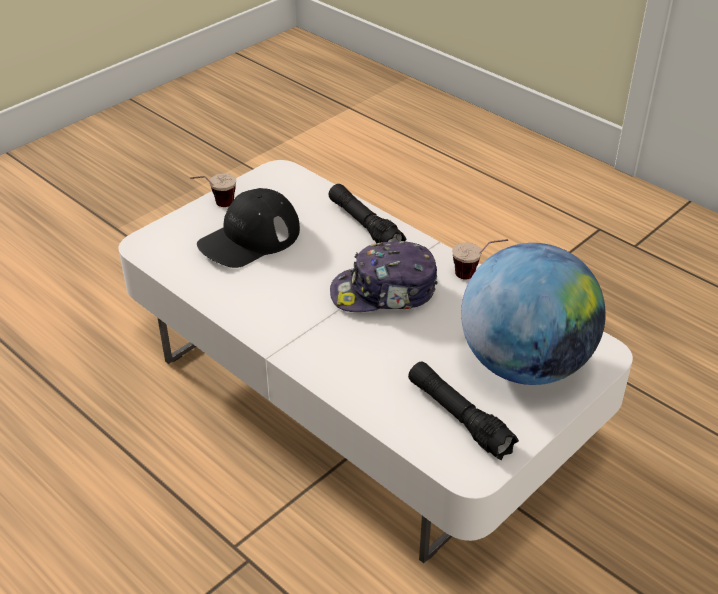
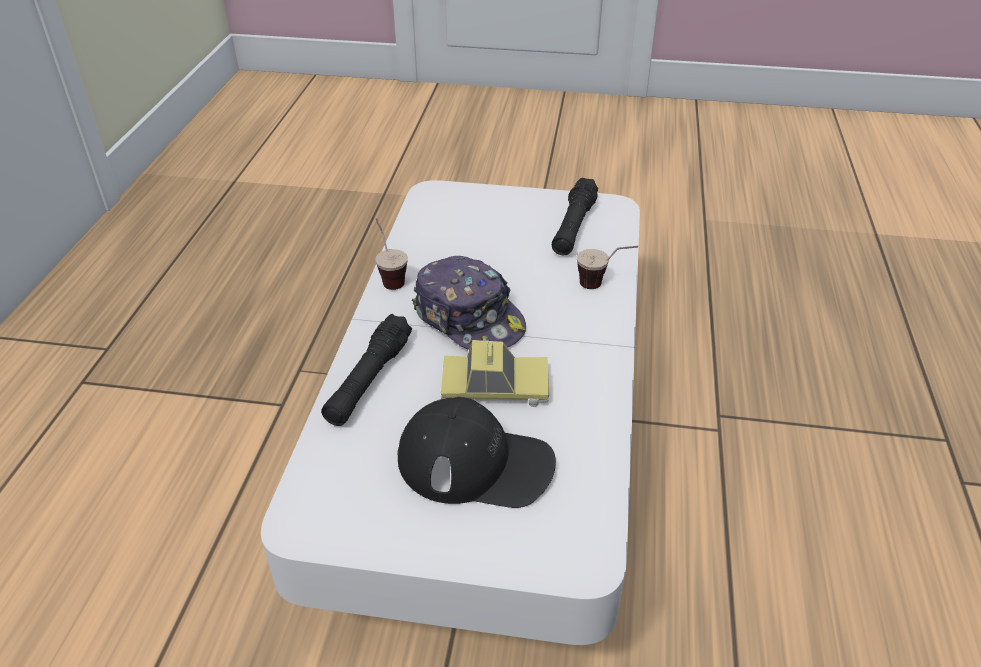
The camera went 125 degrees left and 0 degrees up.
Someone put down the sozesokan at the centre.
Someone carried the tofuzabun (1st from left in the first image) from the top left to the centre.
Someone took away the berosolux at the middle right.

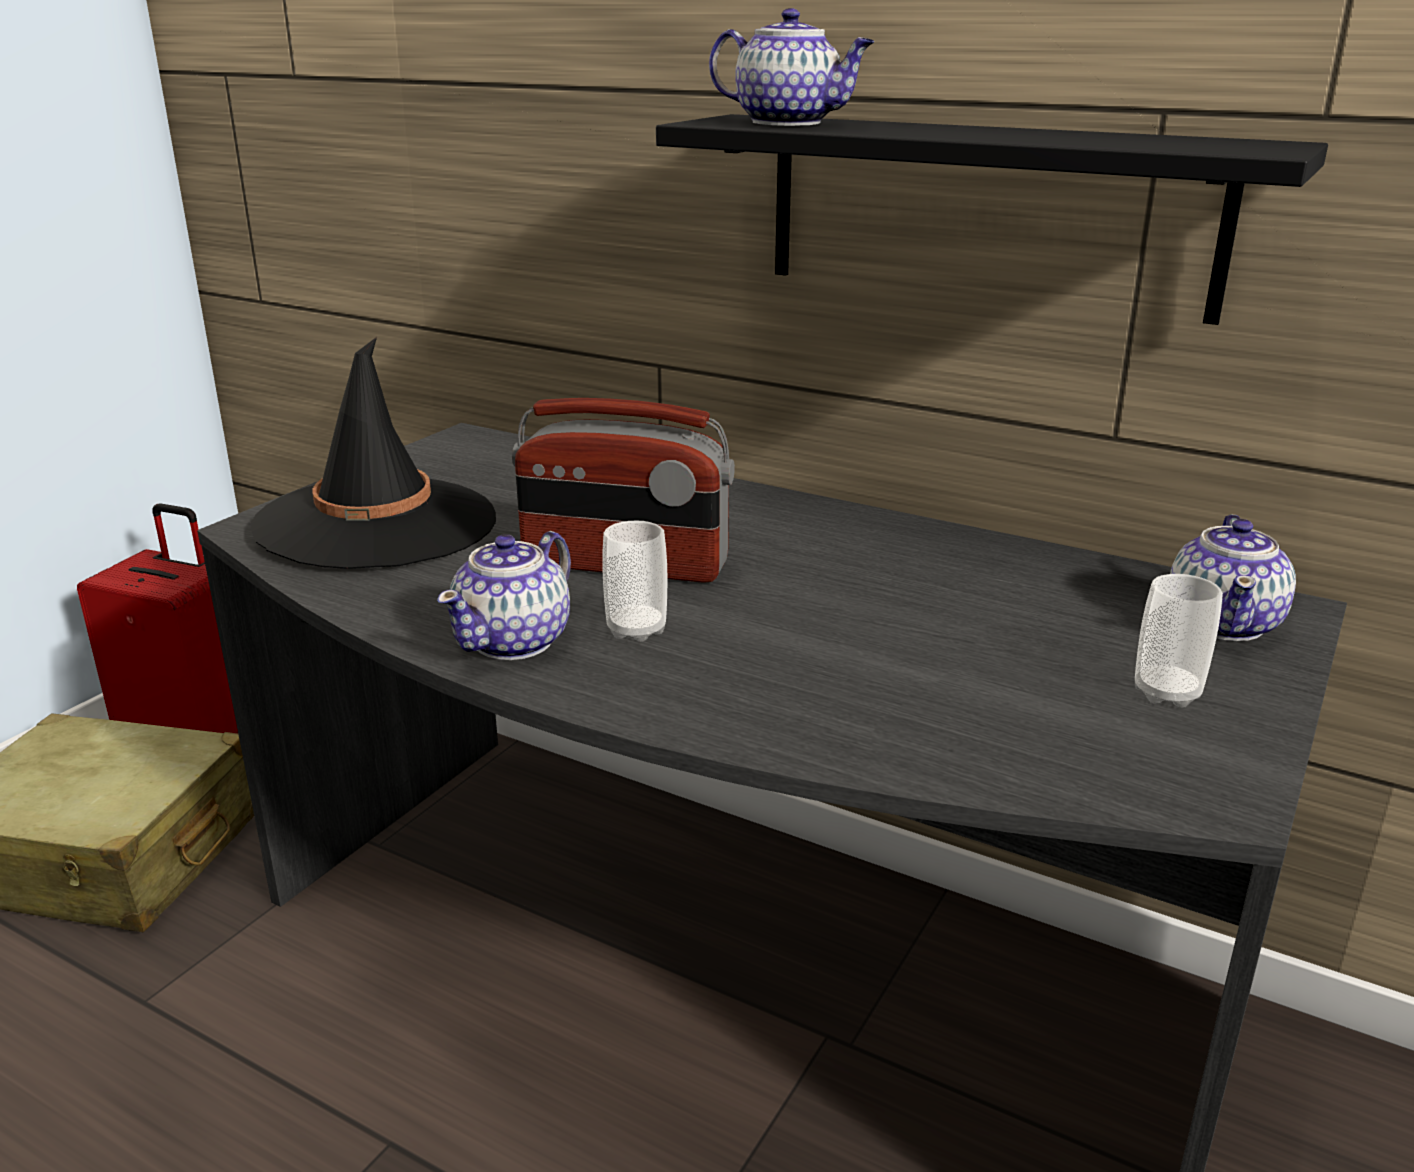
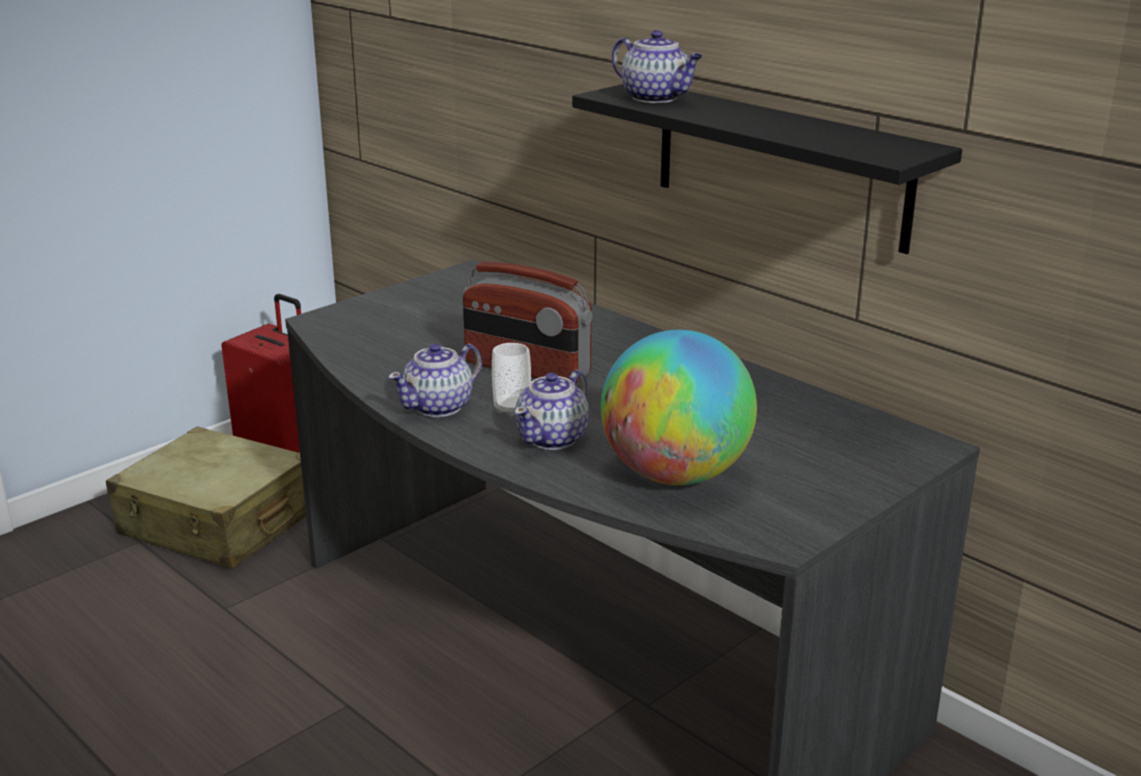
The camera went 15 degrees right and 0 degrees up.
Someone carried the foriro (3rd from left in the first image) from the middle right to the centre.
Someone put down the berosolux at the centre.
Someone took away the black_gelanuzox at the middle left.
Someone took away the tofuzabun (2nd from left) at the middle right.

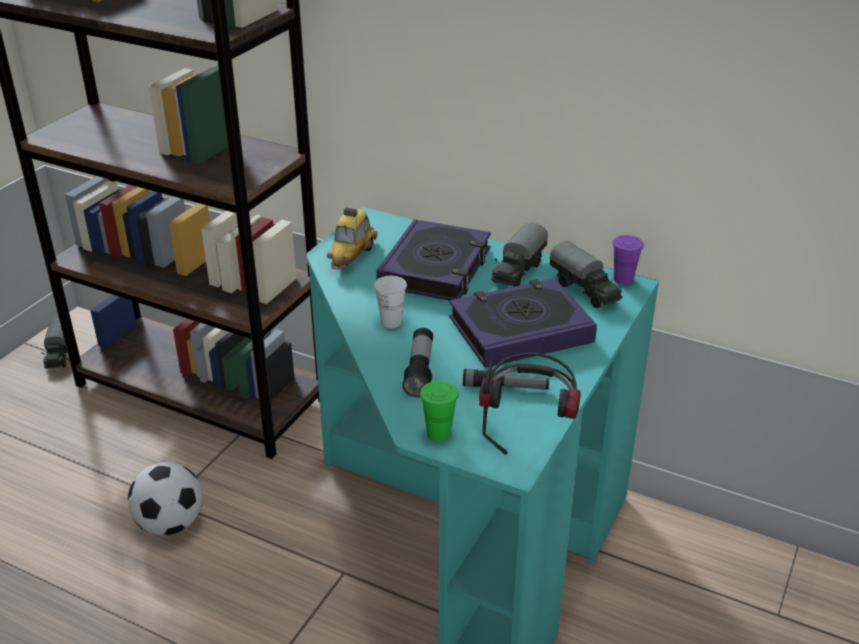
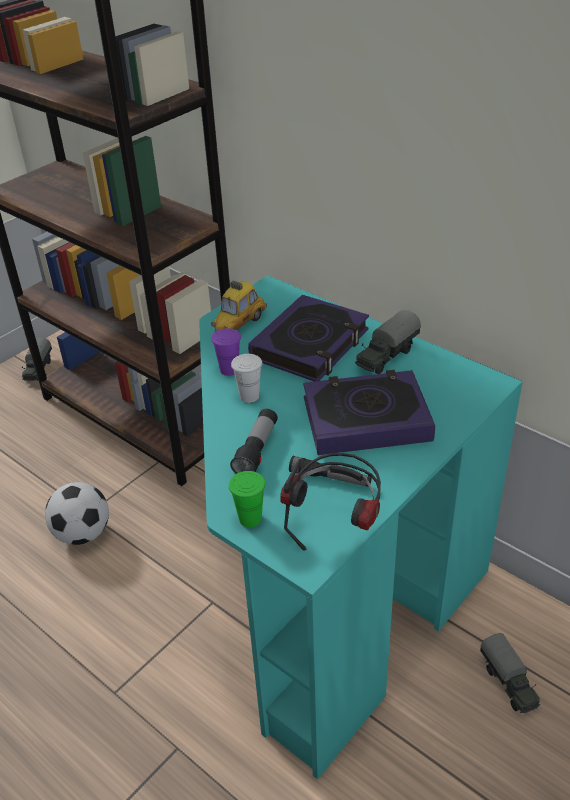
The camera went 15 degrees right and 5 degrees up.
Someone carried the purple_tofuzabun from the middle right to the centre.
Someone carried the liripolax (3rd from left) from the middle right to the bottom right.

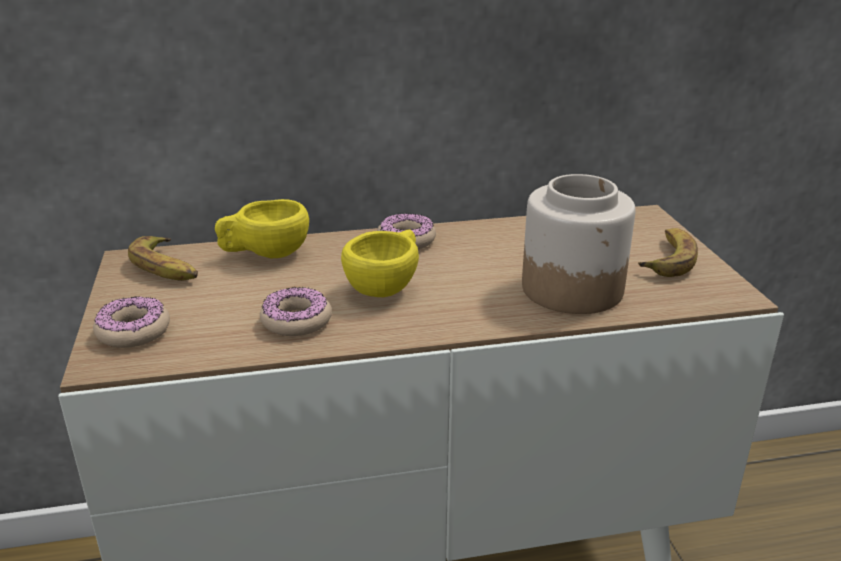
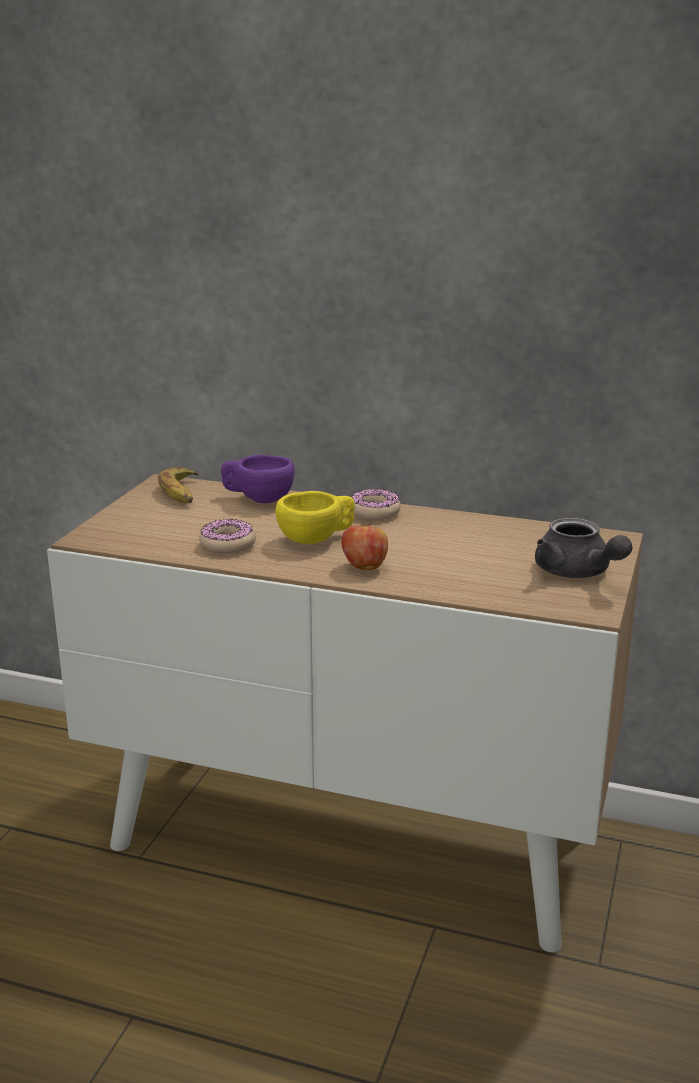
The camera went 30 degrees right and 5 degrees down.
Someone repainted the yellow_tofuzabun (1st from left) at the middle left, which became the purple_tofuzabun at the centre.
Someone put down the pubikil at the centre.
Someone swapped the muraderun (2nd from left) at the middle right for the grey_foriro at the middle right.
Someone took away the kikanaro (1st from left) at the middle left.
Someone took away the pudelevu at the middle right.

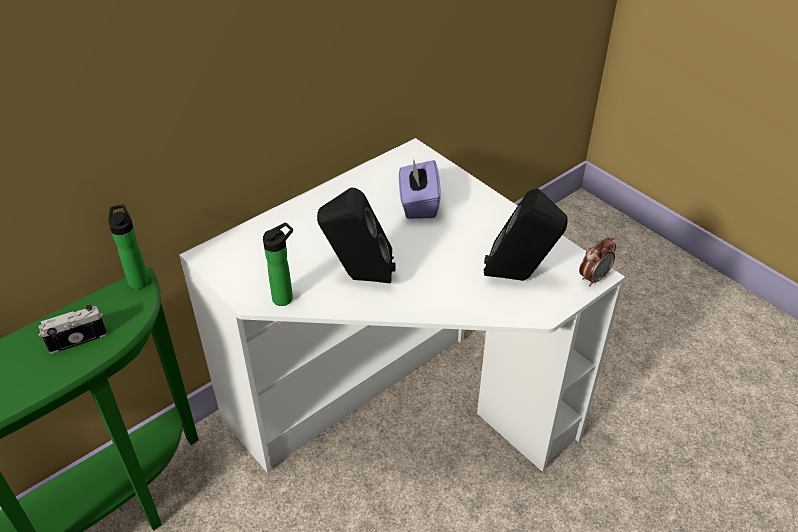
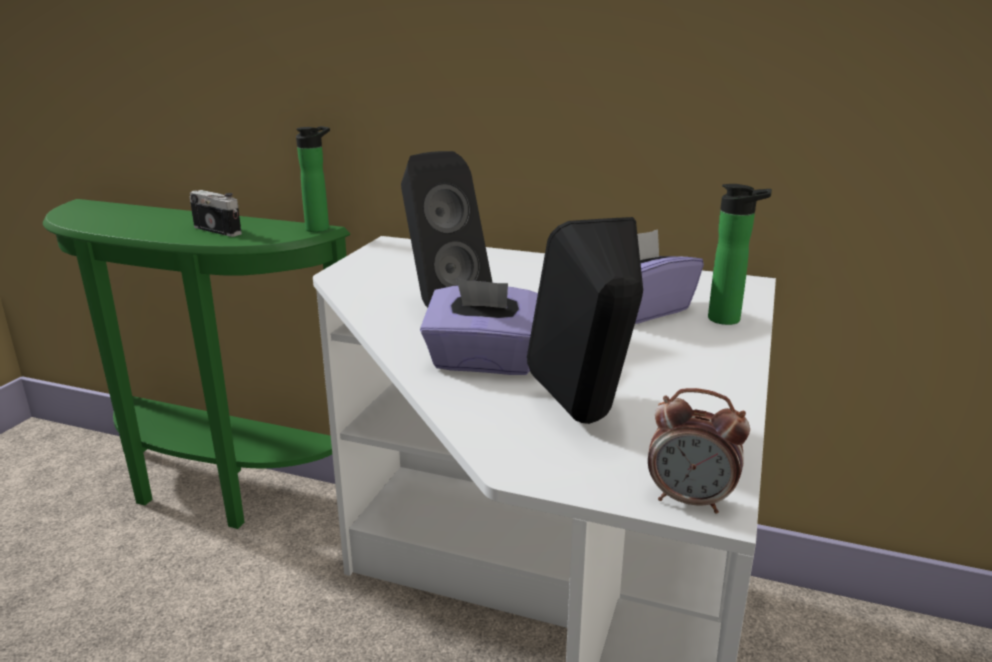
The camera went 60 degrees right and 20 degrees down.
Someone put down the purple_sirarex (1st from left) at the centre.
Someone carried the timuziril (2nd from left) from the centre to the middle right.

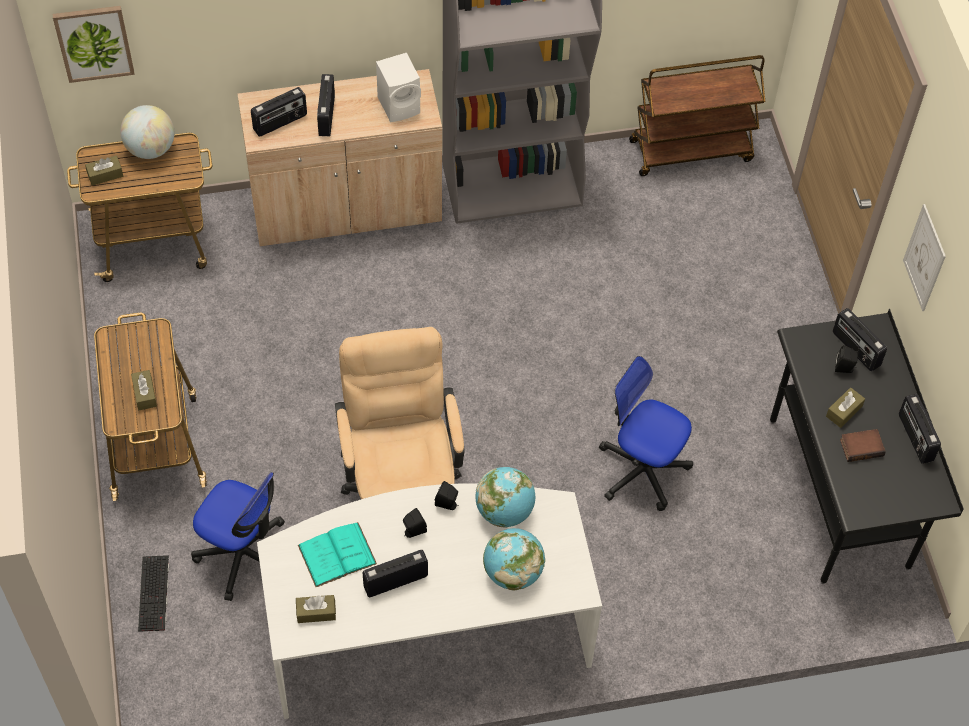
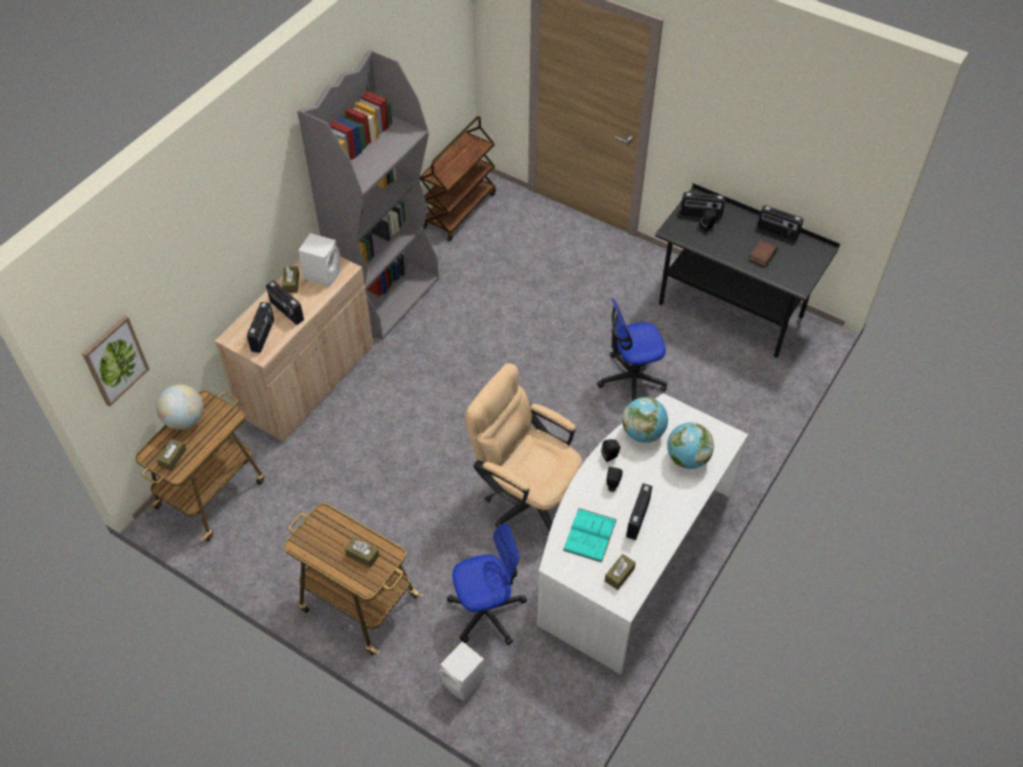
The camera went 45 degrees left and 5 degrees down.
Someone carried the brown_sirarex (4th from left in the first image) from the middle right to the middle left.
Someone swapped the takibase at the bottom left for the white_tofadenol (2nd from left) at the bottom centre.
Someone took away the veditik (2nd from left) at the middle right.

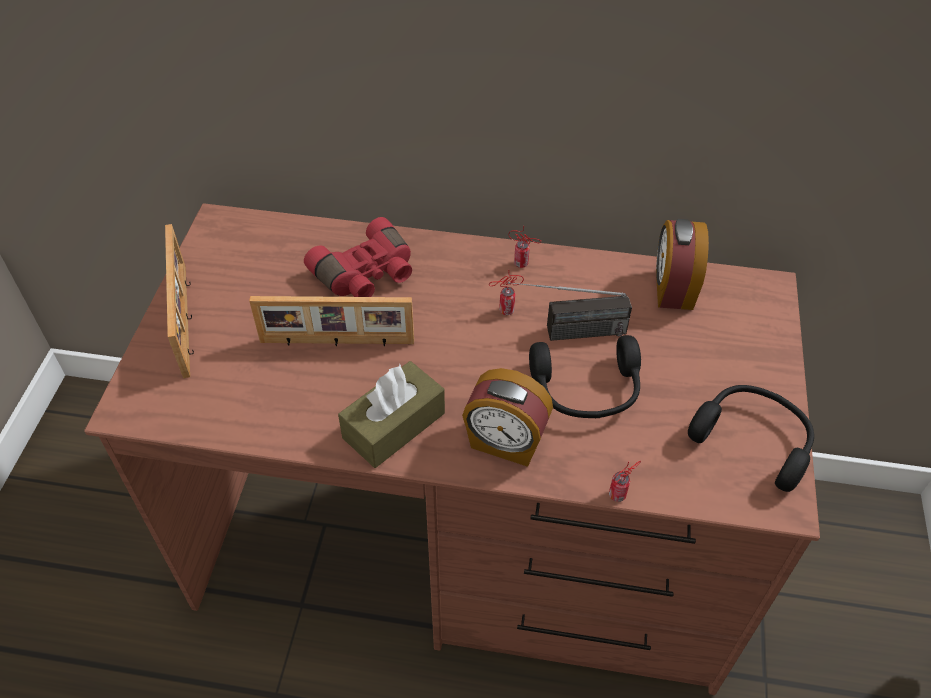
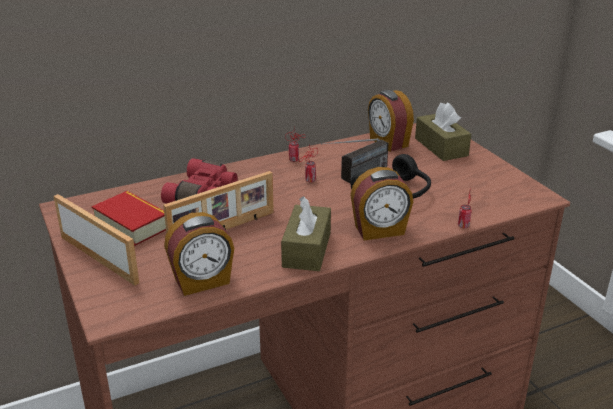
The camera went 35 degrees left and 20 degrees down.
Someone put down the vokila at the middle left.
Someone put down the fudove (1st from left) at the middle left.
Someone put down the brown_sirarex (2nd from left) at the top right.
Someone took away the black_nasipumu (2nd from left) at the middle right.

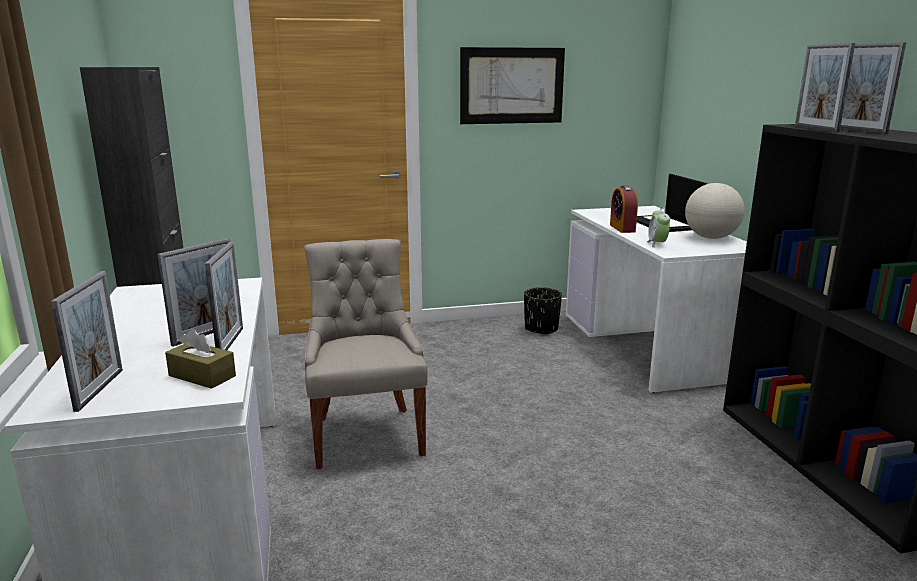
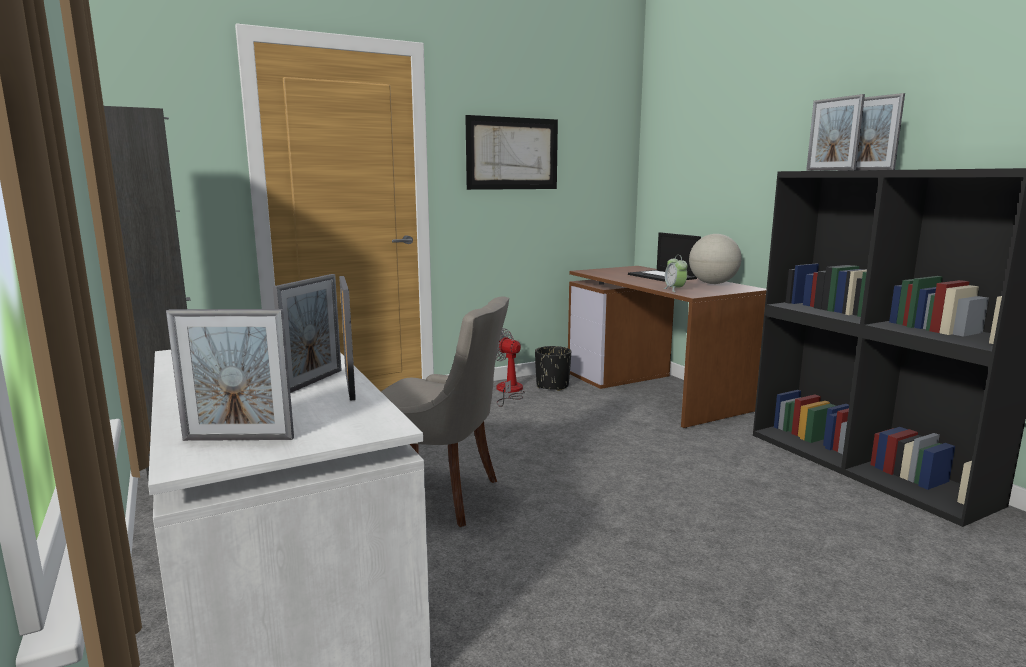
The camera went 15 degrees left and 5 degrees down.
Someone rotated the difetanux (1st from left) at the middle left by 105 degrees clockwise.
Someone rotated the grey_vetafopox at the centre by 135 degrees clockwise.
Someone put down the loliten at the centre.
Someone repainted the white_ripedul (2nd from left) at the middle right, which became the brown_ripedul at the centre.
Someone took away the brown_sirarex at the middle left.
Someone took away the fudove (1st from left) at the middle right.

